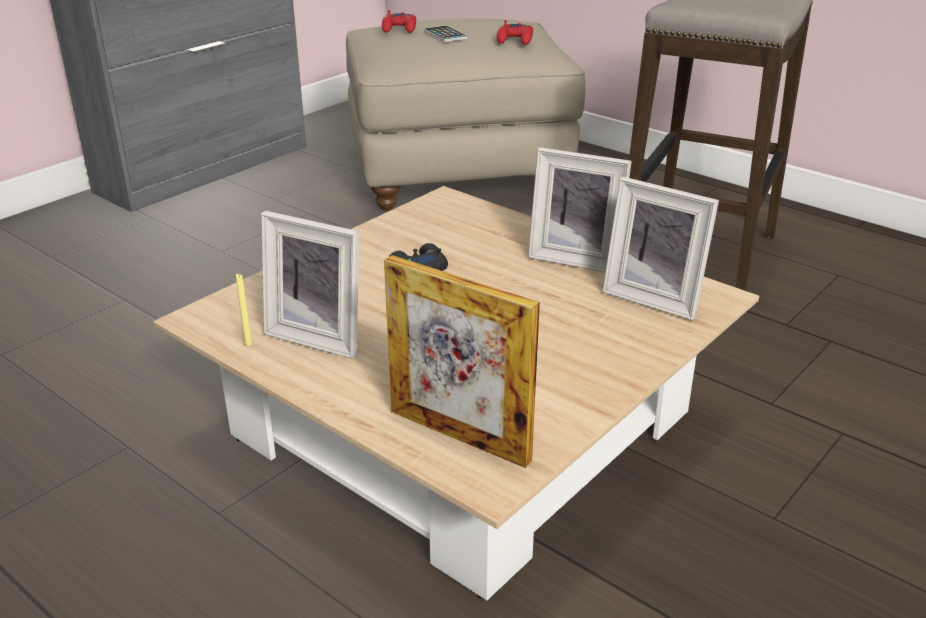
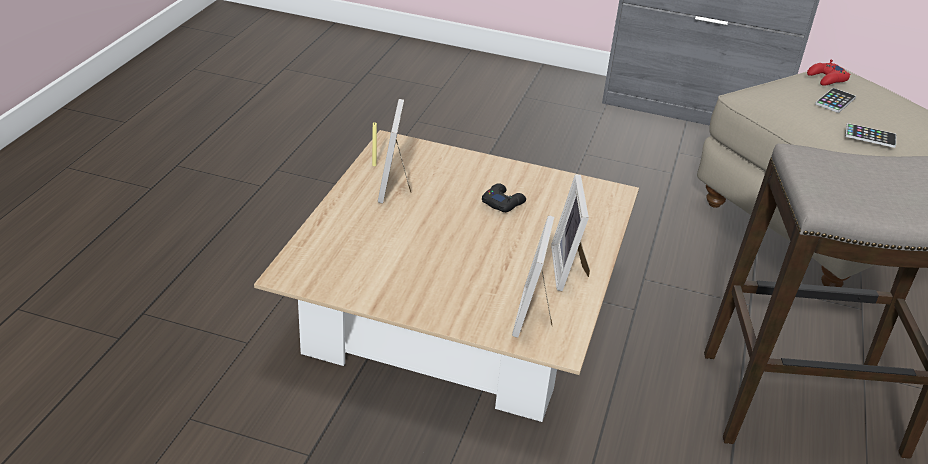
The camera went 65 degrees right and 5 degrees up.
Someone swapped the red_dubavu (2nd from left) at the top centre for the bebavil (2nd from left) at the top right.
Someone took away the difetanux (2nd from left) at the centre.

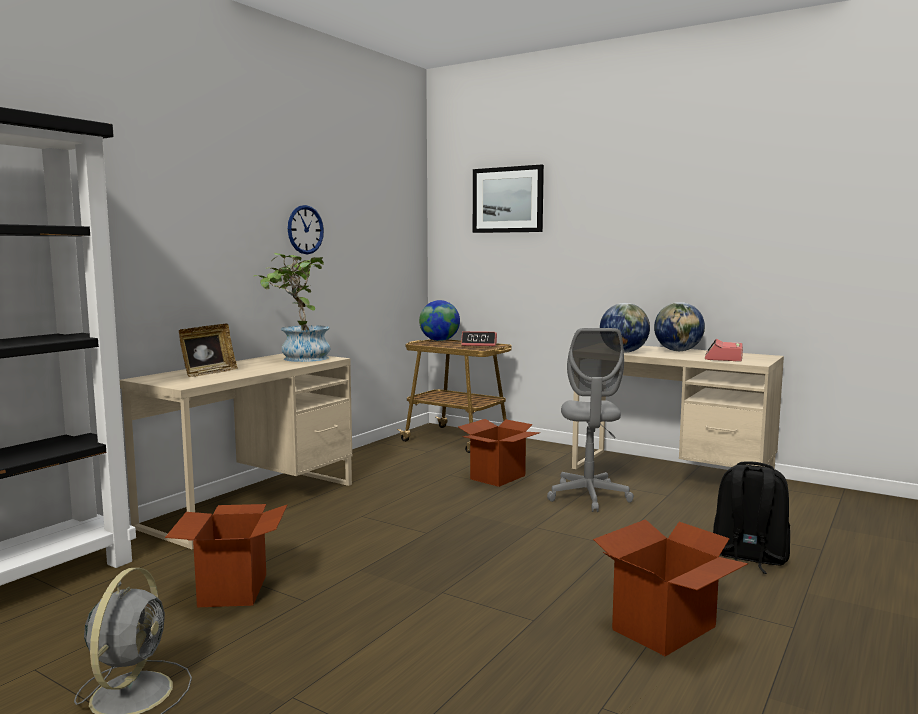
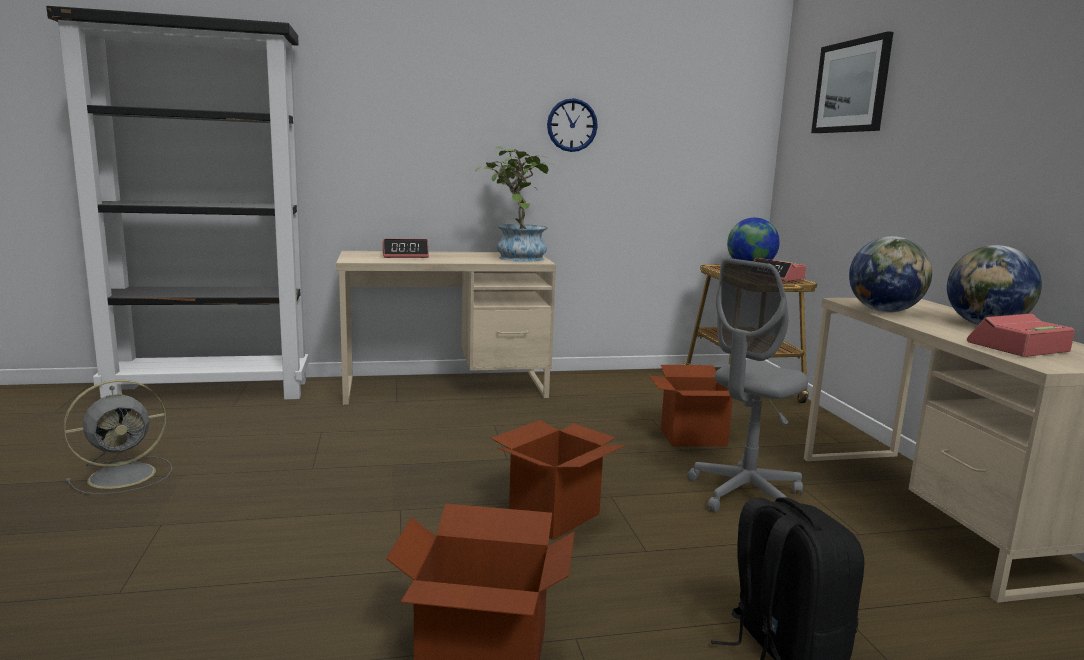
The camera went 45 degrees right and 5 degrees up.
Someone swapped the difetanux at the middle left for the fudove (1st from left) at the centre.
Someone carried the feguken (1st from left in the first image) from the bottom left to the bottom centre.

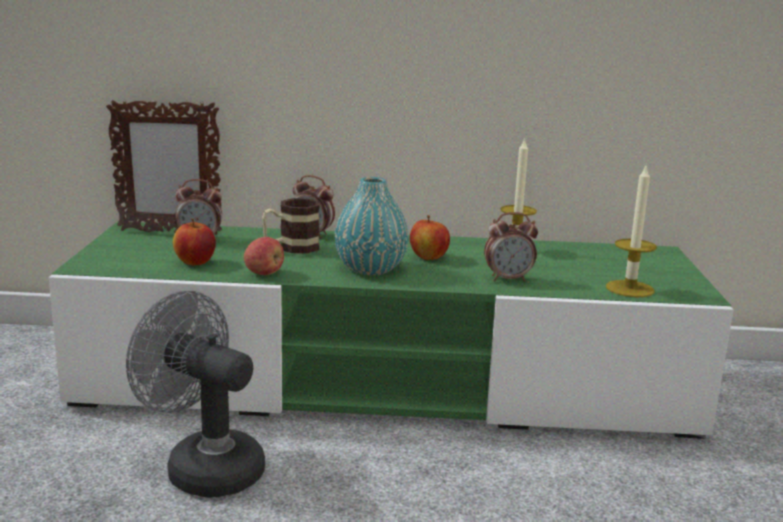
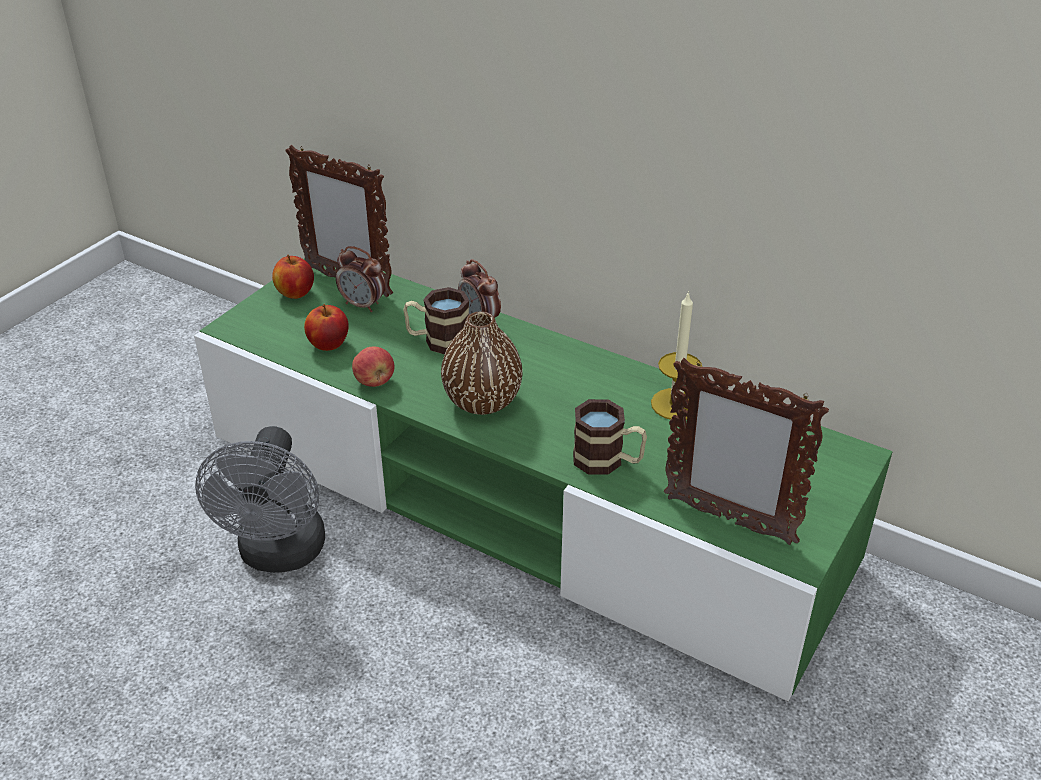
The camera went 30 degrees right and 20 degrees up.
Someone rotated the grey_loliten at the bottom left by 150 degrees counterclockwise.
Someone carried the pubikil (3rd from left in the first image) from the centre to the middle left.
Someone repainted the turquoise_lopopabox at the centre, which became the brown_lopopabox at the centre.
Someone swapped the fudove (3rd from left) at the centre for the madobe (2nd from left) at the centre.
Someone swapped the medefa (2nd from left) at the middle right for the difetanux (2nd from left) at the middle right.

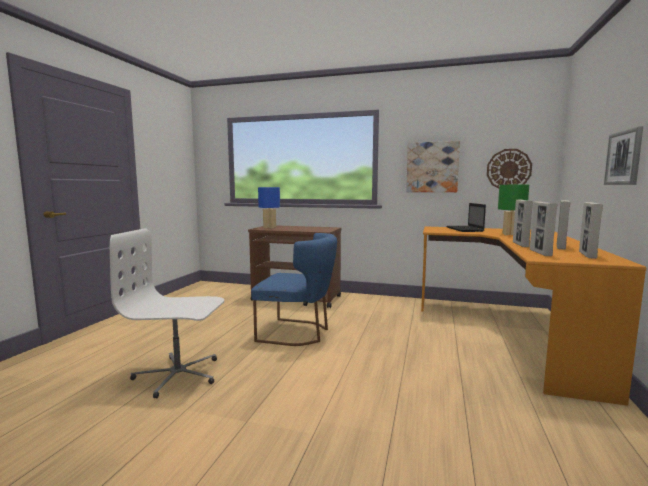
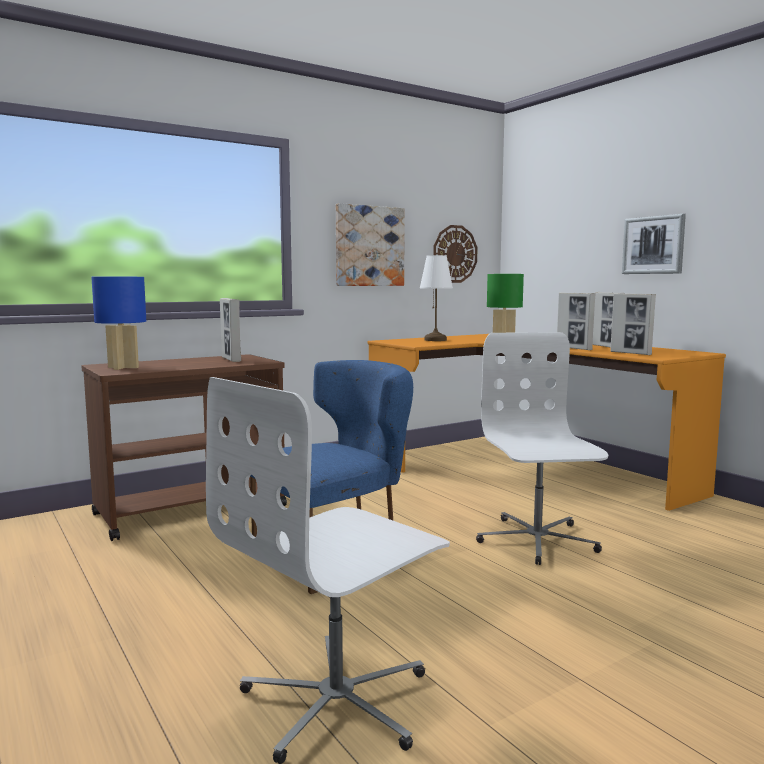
The camera went 50 degrees left and 0 degrees up.
Someone carried the difetanux (4th from left in the first image) from the middle right to the middle left.
Someone swapped the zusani at the middle right for the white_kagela at the centre.
Someone put down the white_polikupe (2nd from left) at the middle right.

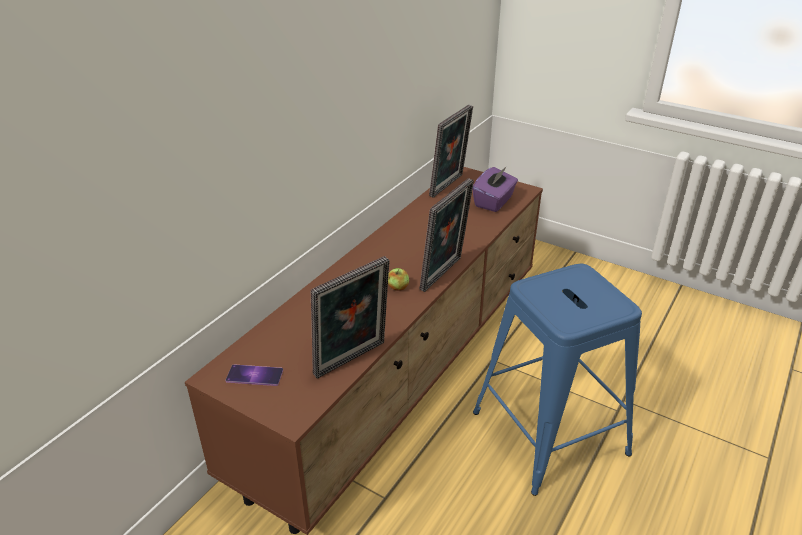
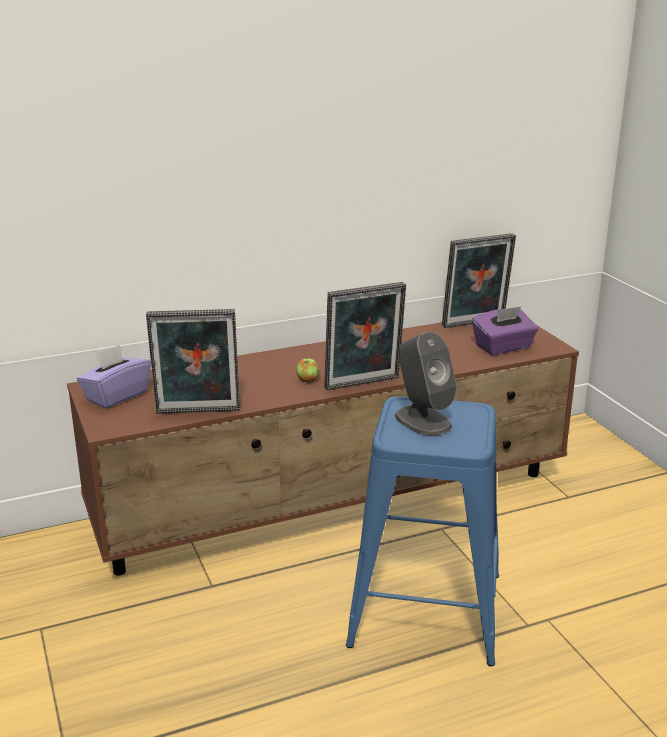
The camera went 35 degrees right and 10 degrees down.
Someone swapped the bebavil at the bottom left for the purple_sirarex (1st from left) at the middle left.
Someone put down the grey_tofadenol at the centre.

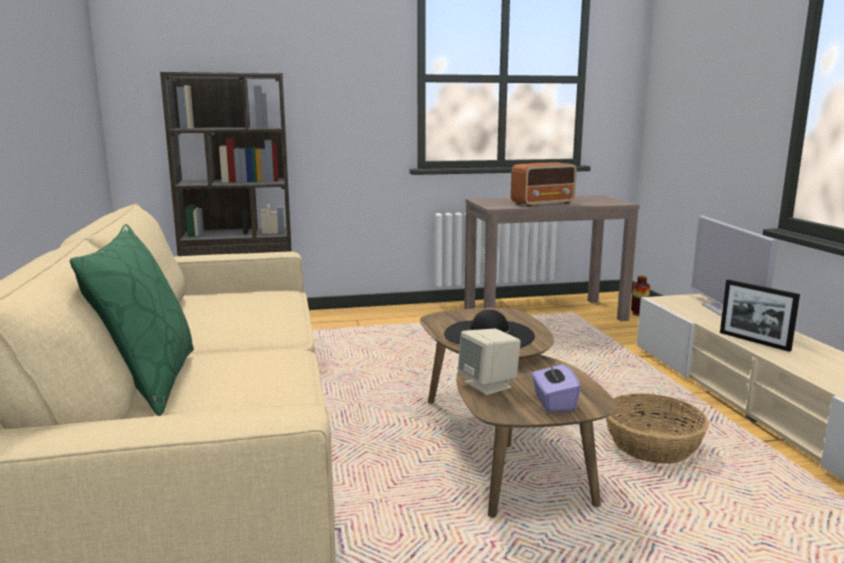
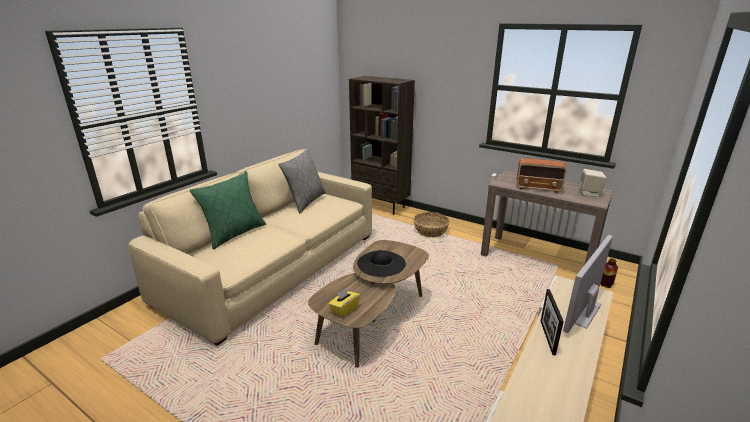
The camera went 45 degrees right and 10 degrees up.
Someone put down the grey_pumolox at the centre.
Someone repainted the purple_sirarex at the bottom centre, which became the yellow_sirarex at the bottom centre.
Someone carried the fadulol from the bottom right to the centre.
Someone carried the beige_tofadenol from the centre to the middle right.

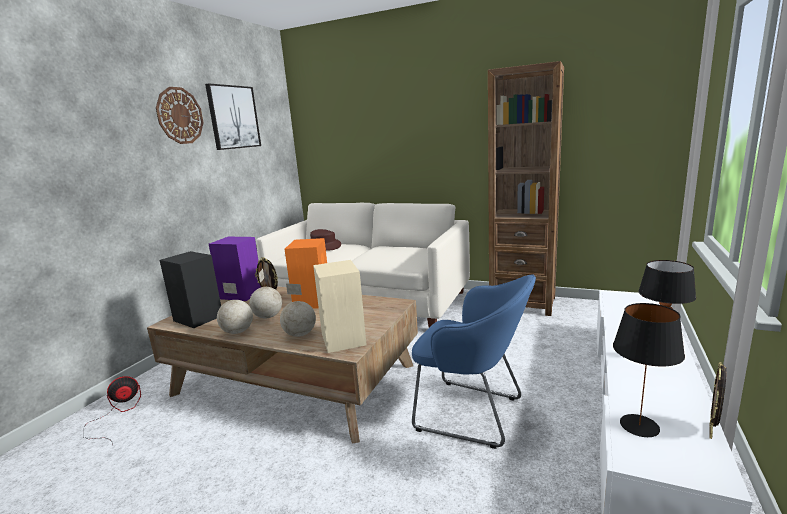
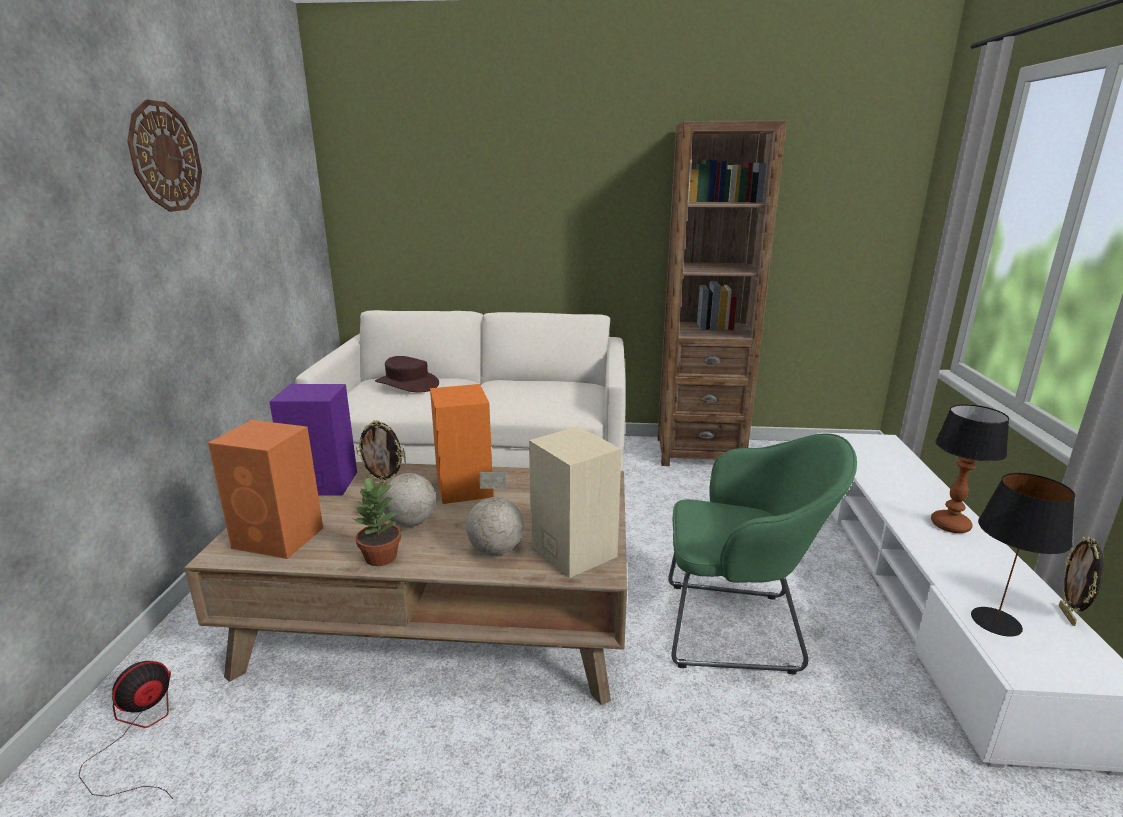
The camera went 20 degrees left and 5 degrees up.
Someone repainted the black_tofadenol at the middle left, which became the orange_tofadenol (1st from left) at the middle left.
Someone swapped the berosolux (1st from left) at the middle left for the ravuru at the centre.
Someone repainted the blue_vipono at the bottom centre, which became the green_vipono at the bottom right.
Someone took away the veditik at the top left.

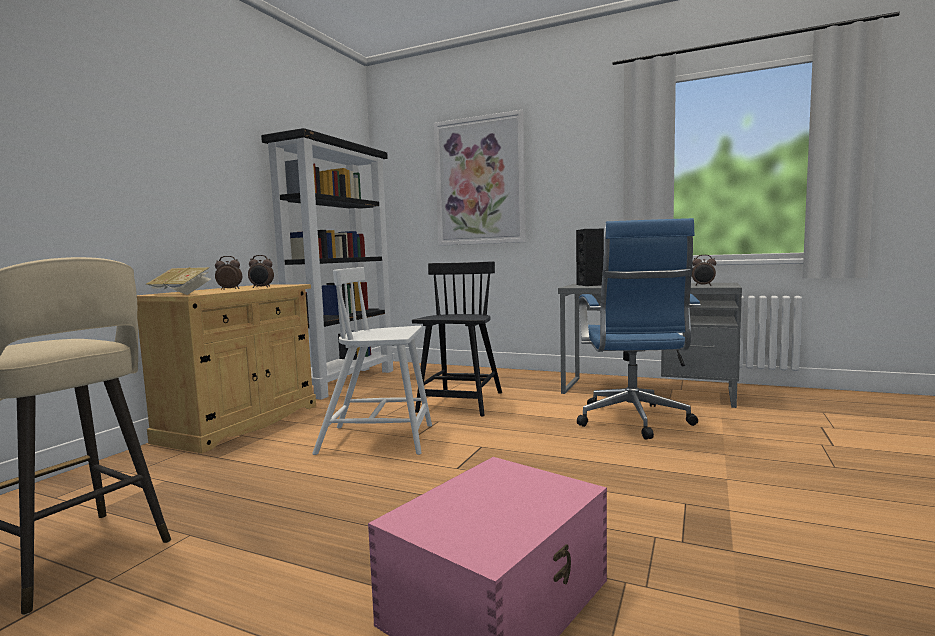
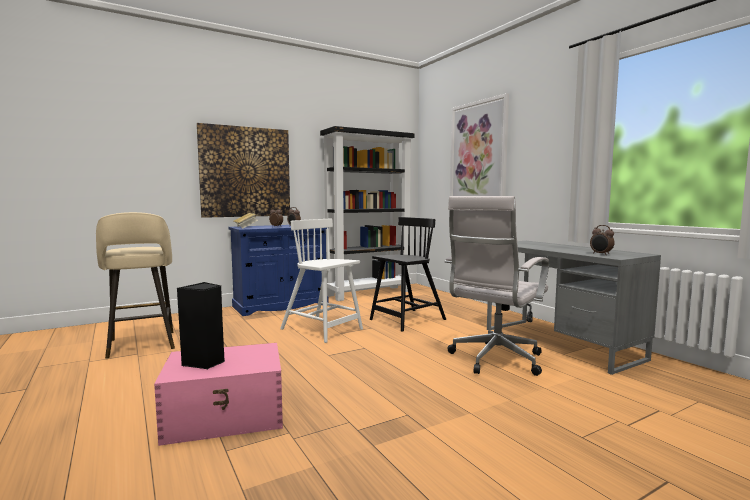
The camera went 35 degrees right and 0 degrees up.
Someone carried the black_tofadenol from the centre to the middle left.
Someone put up the veditik (1st from left) at the middle left.
Someone repainted the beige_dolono at the middle left, which became the blue_dolono at the centre.
Someone repainted the blue_polikupe at the middle right, which became the white_polikupe at the centre.

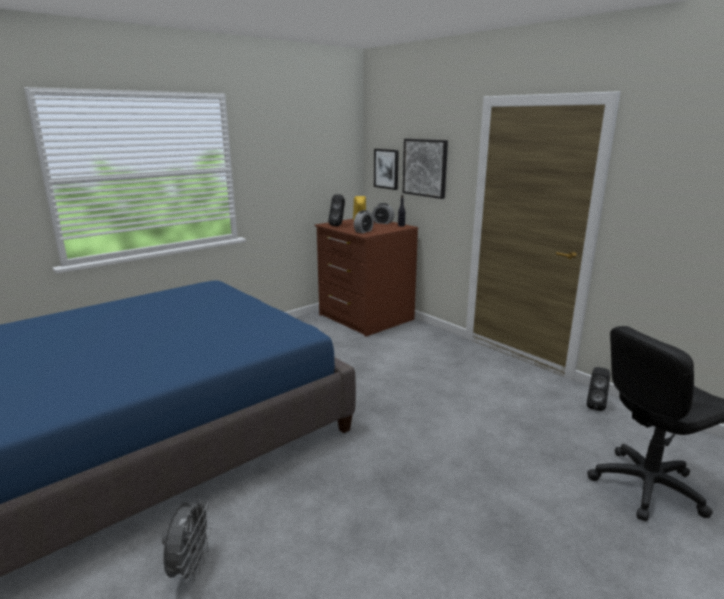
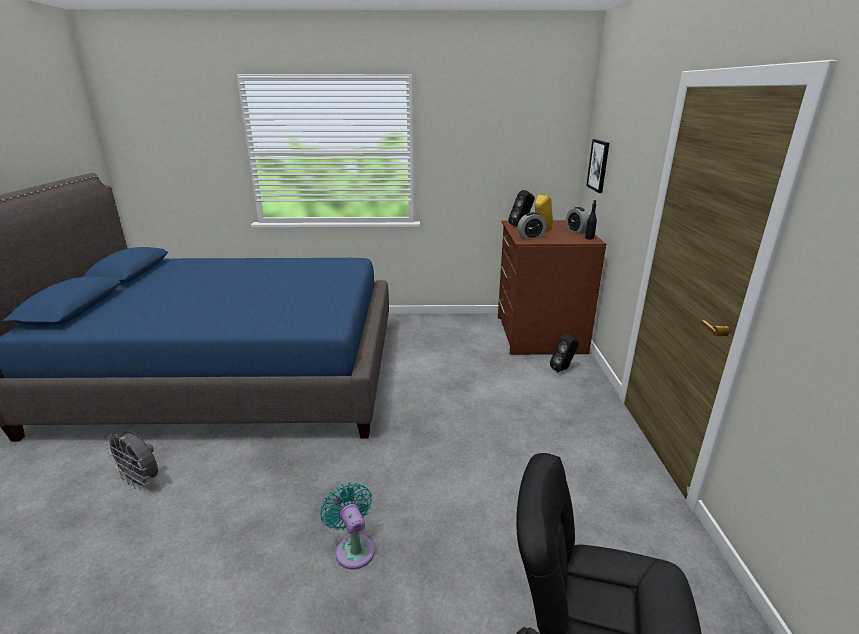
The camera went 40 degrees right and 5 degrees up.
Someone rotated the grey_loliten at the bottom left by 75 degrees clockwise.
Someone put down the turquoise_loliten at the bottom centre.
Someone carried the black_tofadenol (2nd from left) from the middle right to the centre.
Someone took away the veditik (2nd from left) at the top centre.

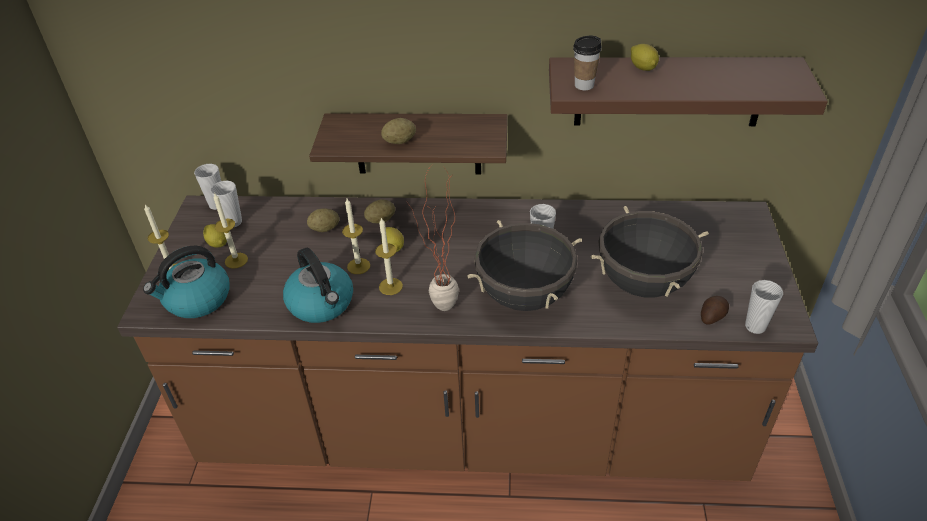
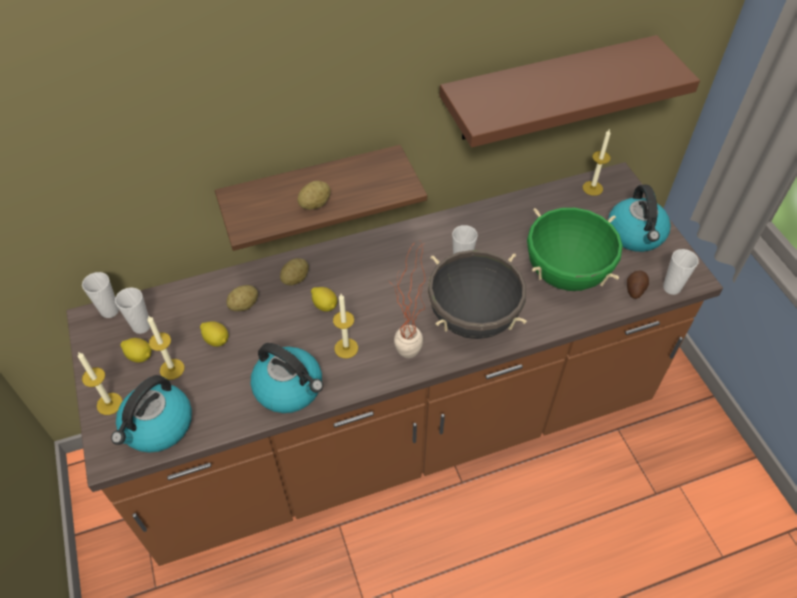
The camera went 25 degrees left and 10 degrees up.
Someone carried the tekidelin (3rd from left in the first image) from the top right to the middle left.
Someone repainted the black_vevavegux (2nd from left) at the middle right, which became the green_vevavegux at the middle right.
Someone carried the medefa (3rd from left in the first image) from the centre to the top right.
Someone put down the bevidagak (3rd from left) at the middle right.
Someone took away the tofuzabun (4th from left) at the top centre.

